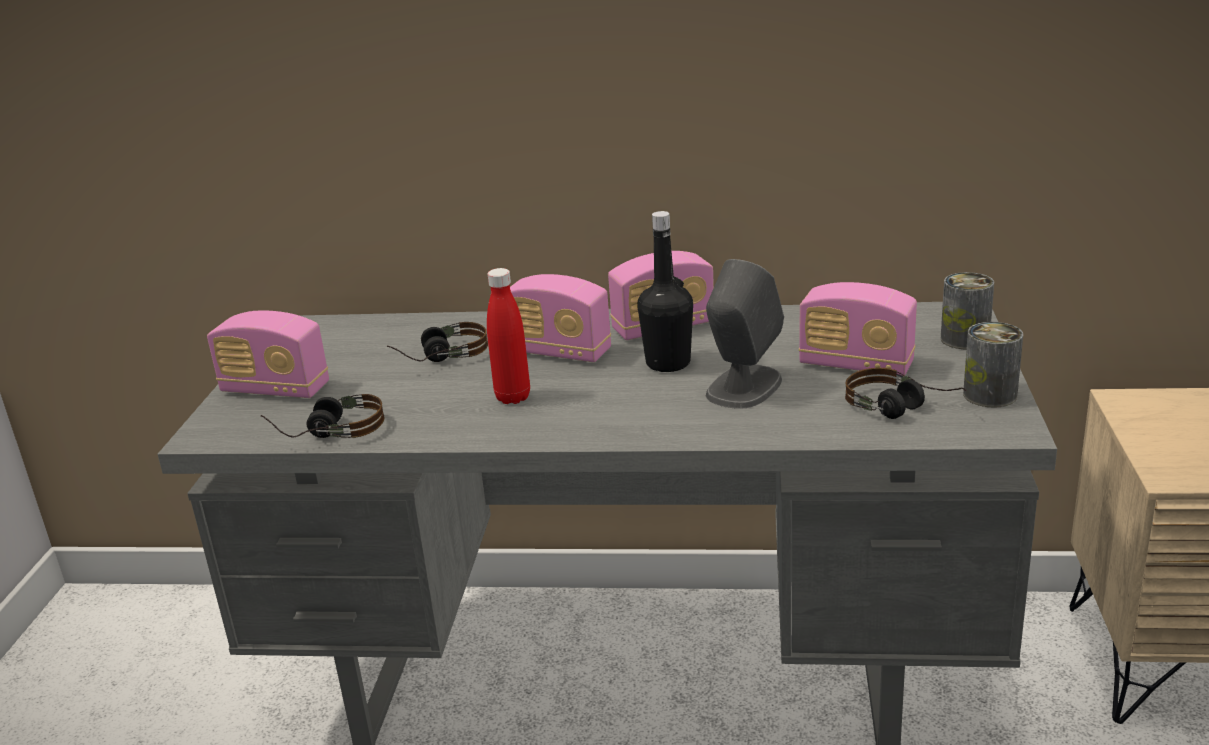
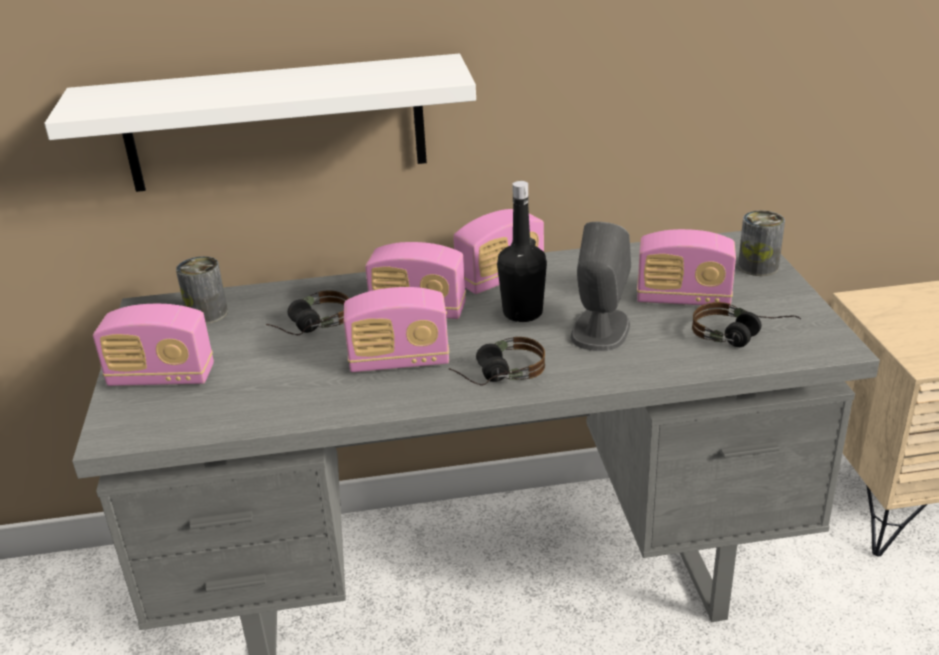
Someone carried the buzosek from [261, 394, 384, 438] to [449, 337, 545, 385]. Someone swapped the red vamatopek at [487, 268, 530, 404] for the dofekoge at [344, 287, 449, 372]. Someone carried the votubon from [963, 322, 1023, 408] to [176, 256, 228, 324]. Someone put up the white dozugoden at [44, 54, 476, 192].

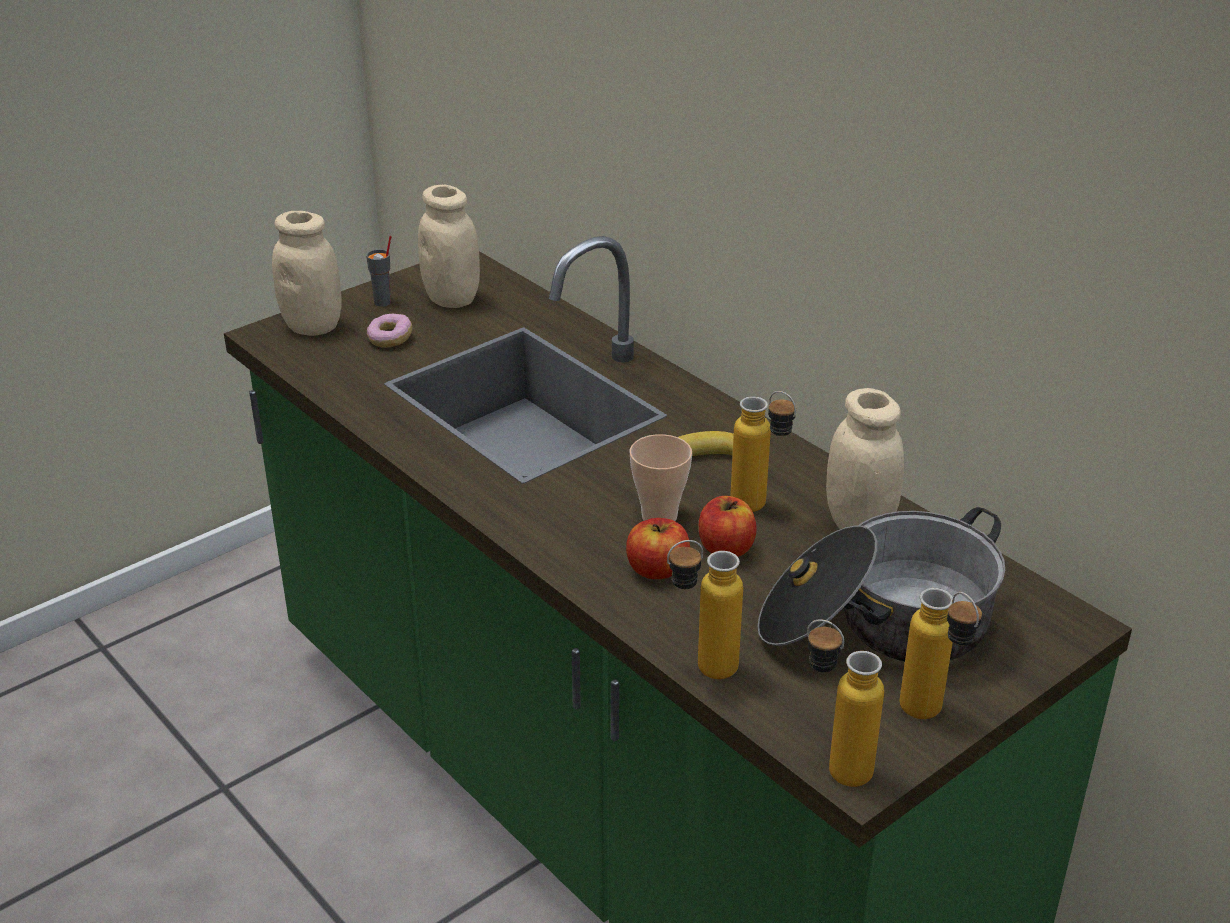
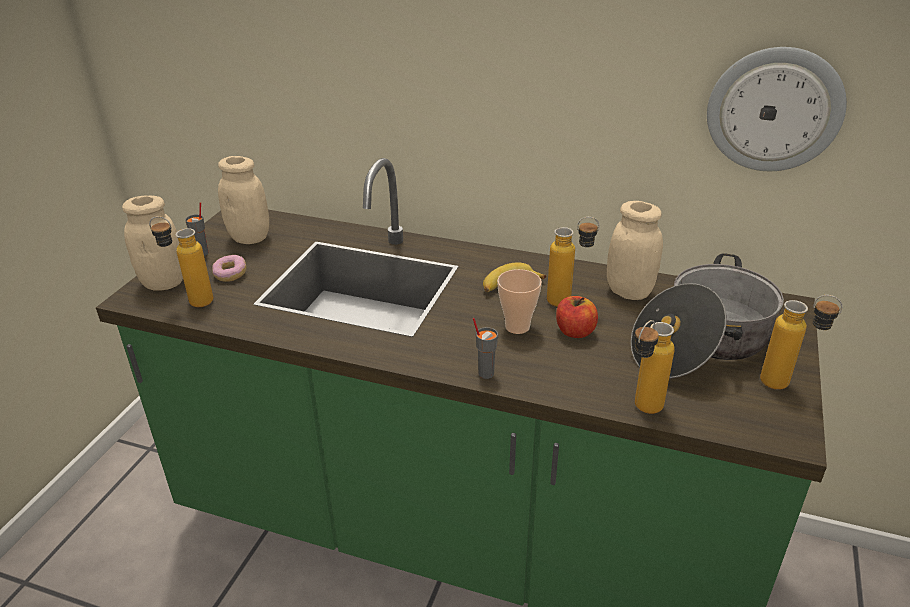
Someone took away the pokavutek at [626, 518, 690, 579]. Someone carried the vamatopek from [807, 619, 884, 787] to [149, 216, 213, 307]. Someone put down the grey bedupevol at [473, 318, 498, 379]. Someone put up the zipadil at [707, 47, 847, 171].

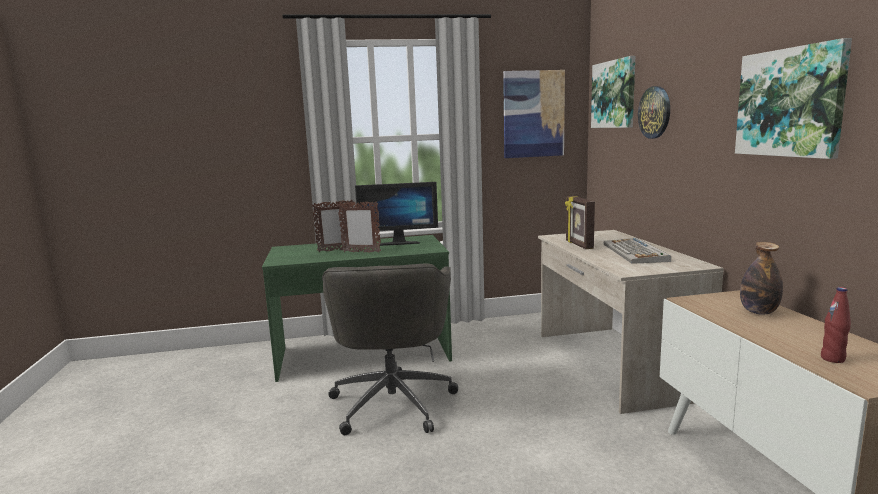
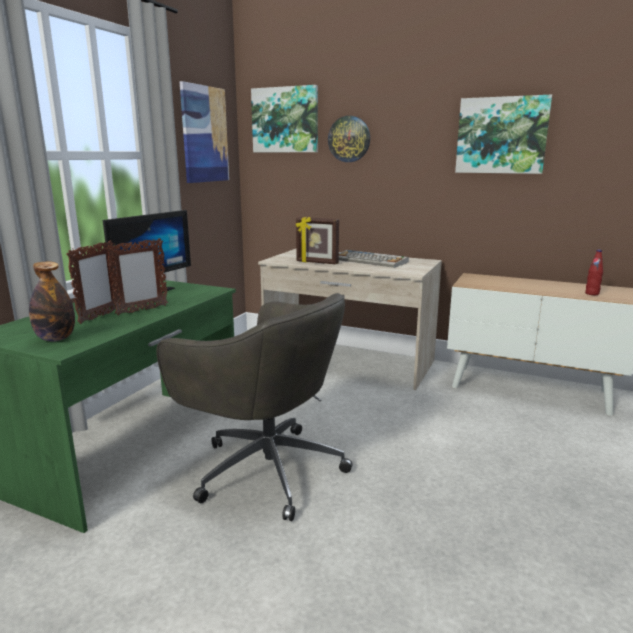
Someone carried the vamatopek from [740, 242, 783, 314] to [29, 262, 75, 342].

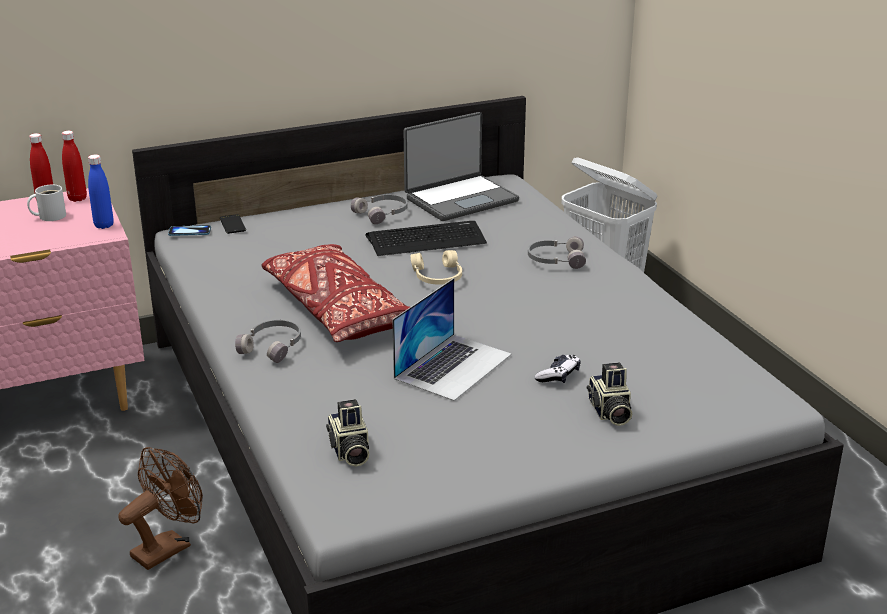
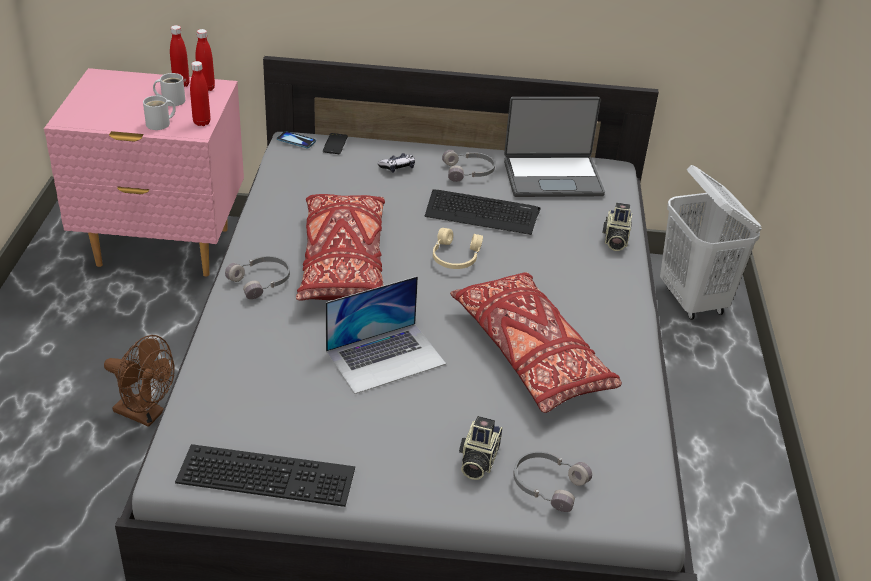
Someone repainted the blue vamatopek at [88, 154, 114, 229], which became the red vamatopek at [190, 61, 211, 126]. Someone rotated the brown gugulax at [118, 447, 203, 570] by 45 degrees clockwise. Someone carried the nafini from [326, 399, 370, 467] to [602, 203, 632, 251]. Someone carried the grey buzosek from [528, 236, 586, 269] to [513, 451, 592, 512]. Someone carried the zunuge from [535, 355, 580, 383] to [378, 153, 415, 173]. Someone put down the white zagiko at [143, 96, 176, 130]. Someone put down the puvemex at [175, 444, 355, 507]. Someone put down the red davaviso at [450, 272, 622, 413].

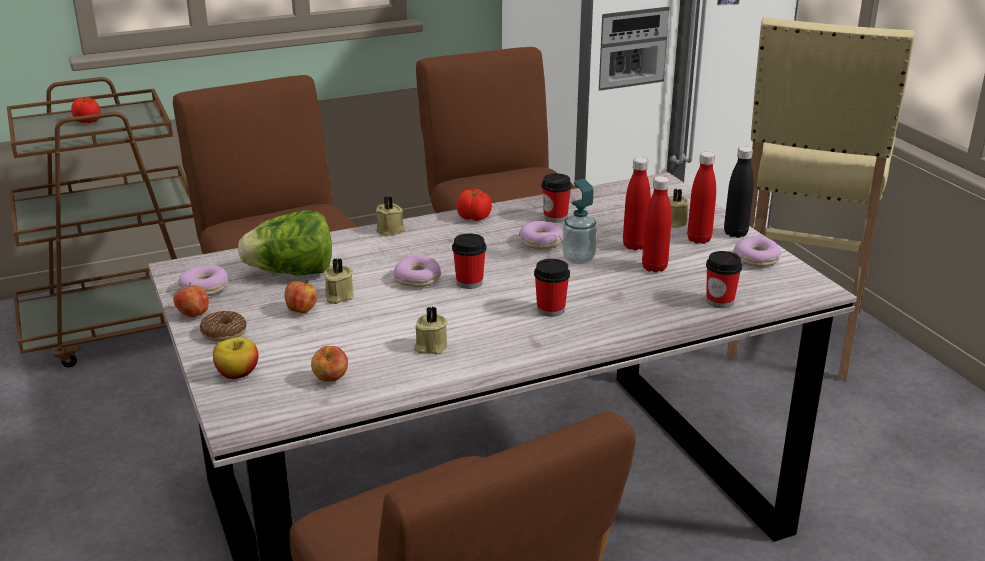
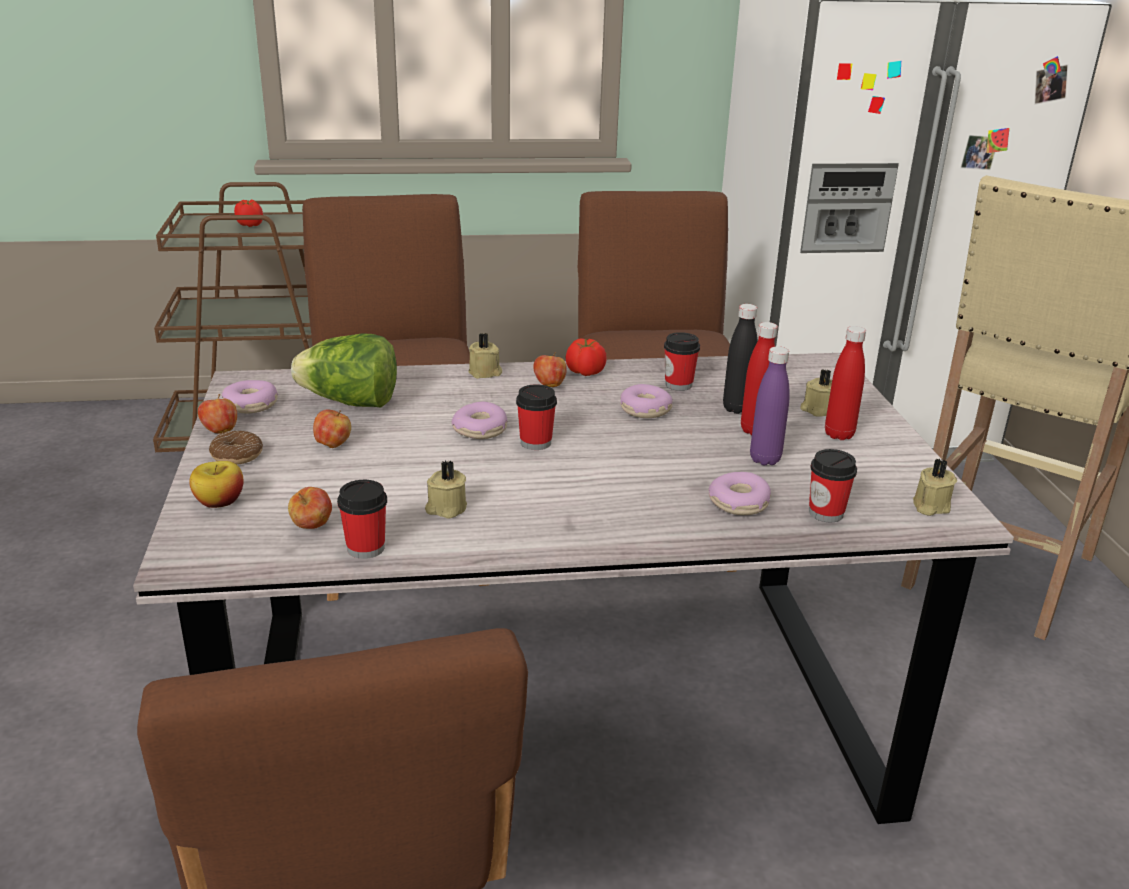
Someone carried the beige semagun from [325, 258, 354, 304] to [913, 459, 957, 516]. Someone carried the bedupevol from [534, 259, 570, 317] to [337, 480, 387, 559]. Someone took away the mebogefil at [563, 179, 597, 264]. Someone repainted the red vamatopek at [642, 176, 671, 273], which became the purple vamatopek at [750, 346, 790, 466]. Someone carried the black vamatopek from [724, 146, 754, 238] to [723, 304, 758, 414]. Someone carried the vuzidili from [733, 236, 781, 267] to [708, 472, 771, 515]. Someone put down the pokavutek at [533, 352, 567, 387].

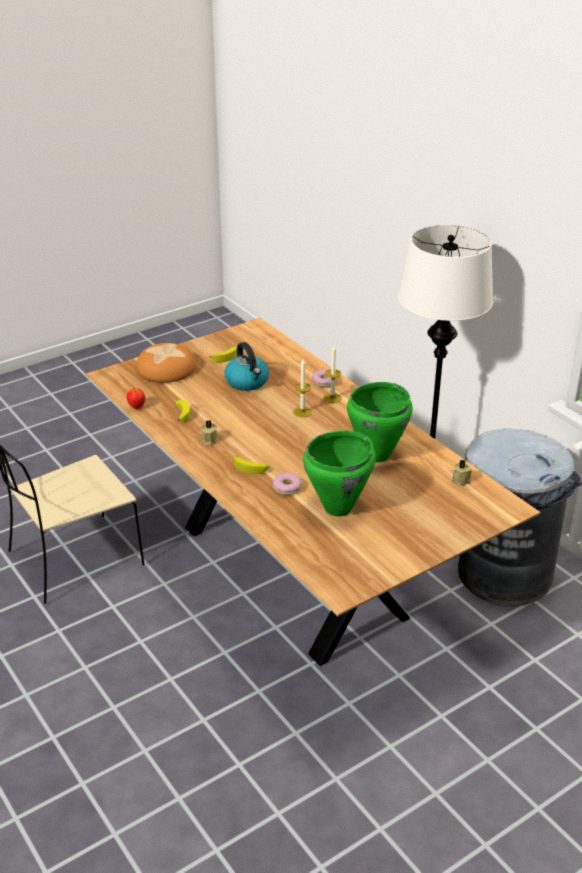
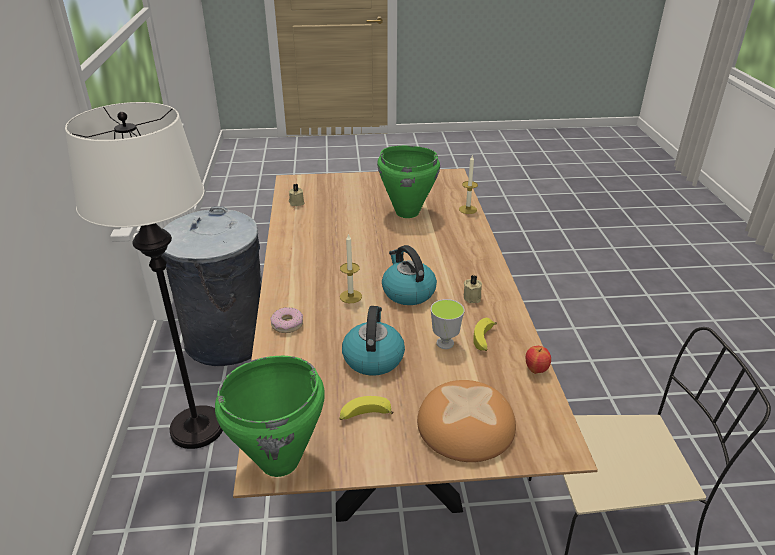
Someone took away the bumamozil at [234, 456, 270, 474]. Someone took away the vuzidili at [273, 473, 302, 495]. Someone carried the semagun from [323, 346, 342, 403] to [459, 156, 478, 214]. Someone carried the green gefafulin from [347, 382, 413, 462] to [215, 356, 325, 477]. Someone put down the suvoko at [382, 245, 437, 305]. Someone put down the bedupevol at [431, 299, 464, 349].

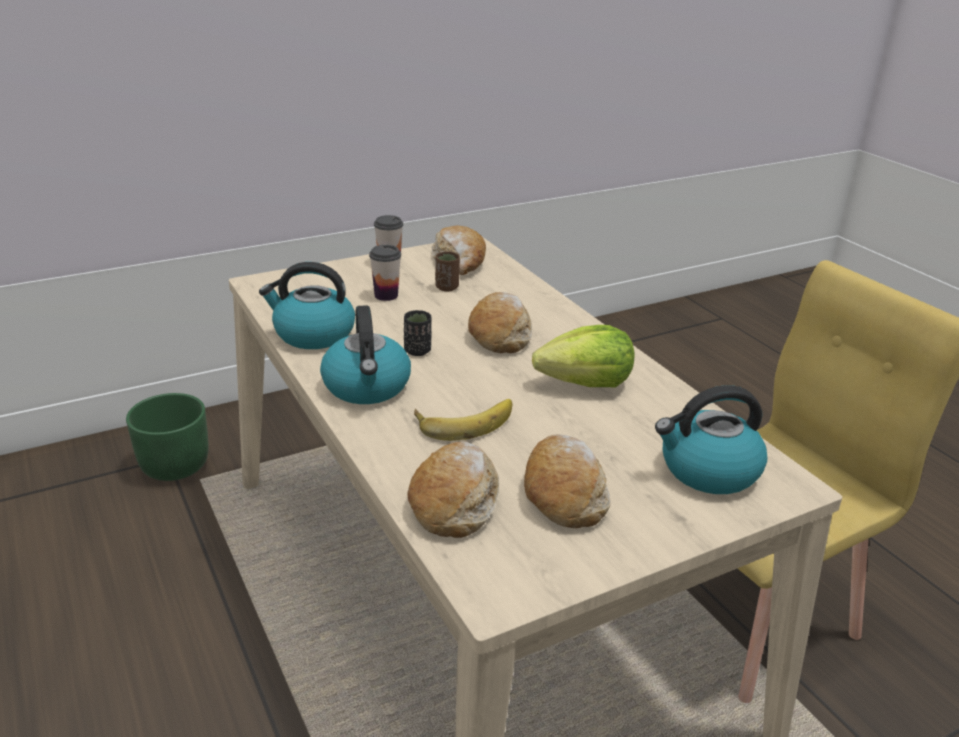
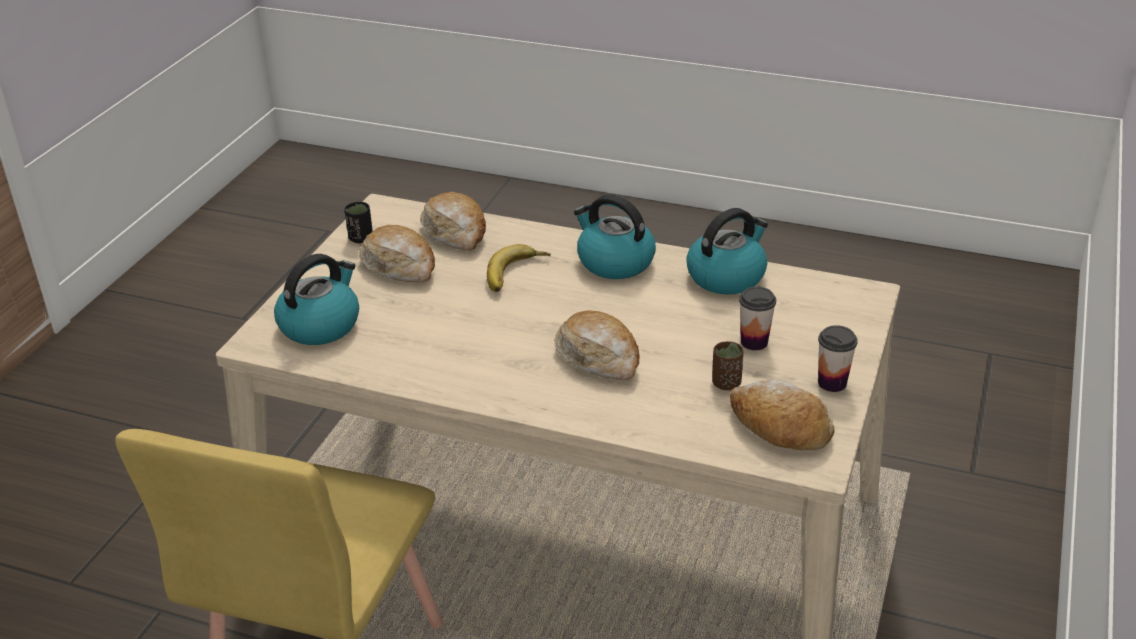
Someone took away the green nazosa at [126, 393, 208, 481]. Someone carried the black bedupevol from [404, 310, 432, 356] to [345, 202, 373, 243]. Someone took away the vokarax at [532, 325, 634, 387].

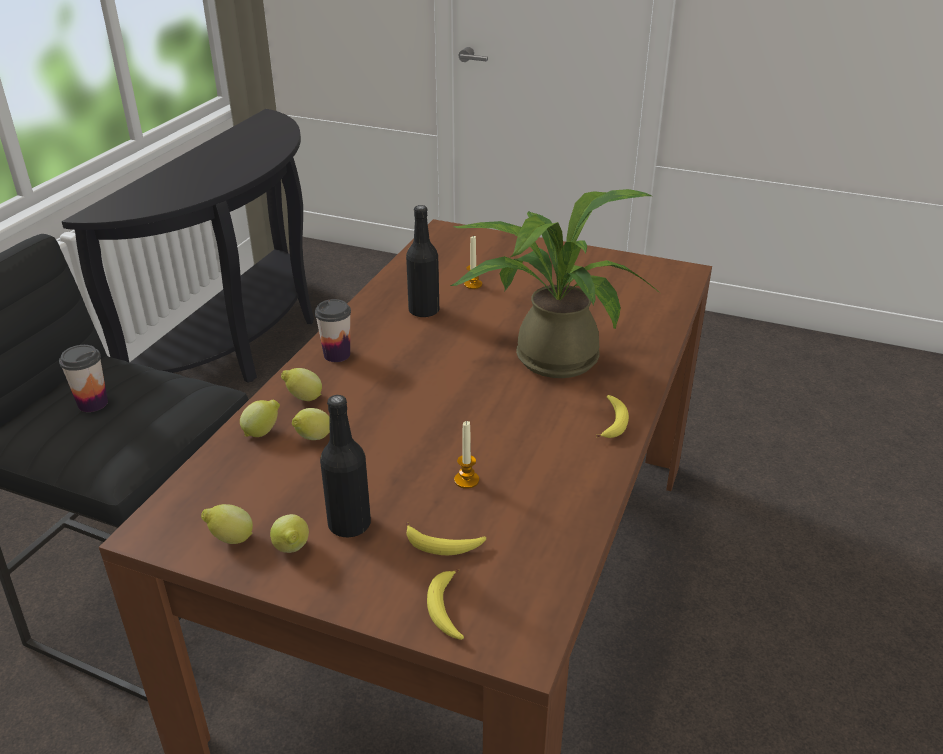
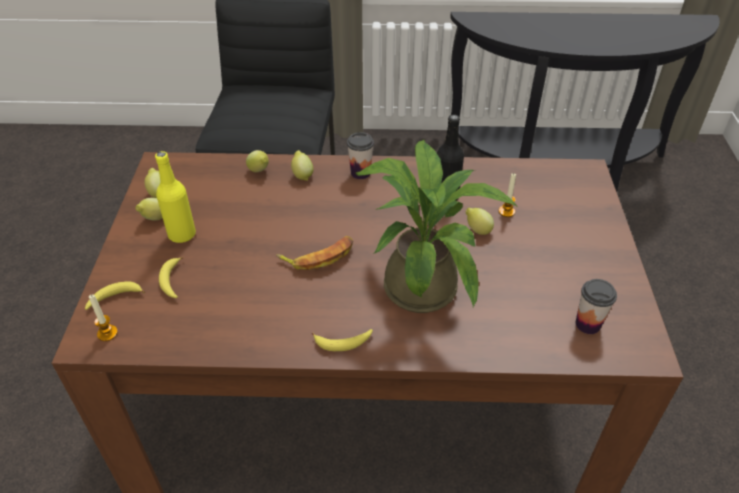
Someone carried the bedupevol from [59, 345, 108, 412] to [576, 279, 617, 334]. Someone carried the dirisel from [292, 408, 330, 440] to [466, 208, 494, 235]. Someone repainted the black vamatopek at [320, 395, 371, 537], which became the yellow vamatopek at [155, 151, 196, 243]. Someone carried the semagun from [454, 421, 479, 489] to [89, 294, 118, 341]. Someone put down the bumamozil at [276, 236, 353, 270].

